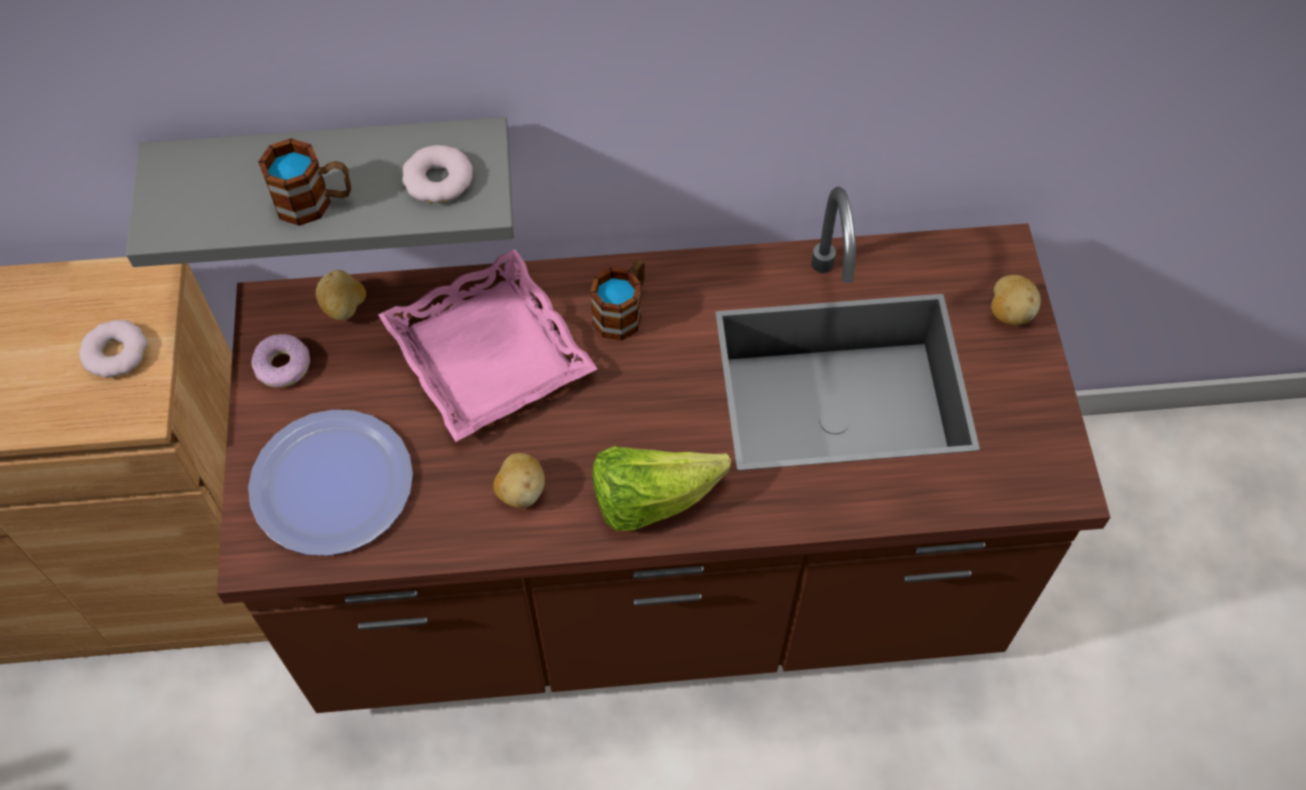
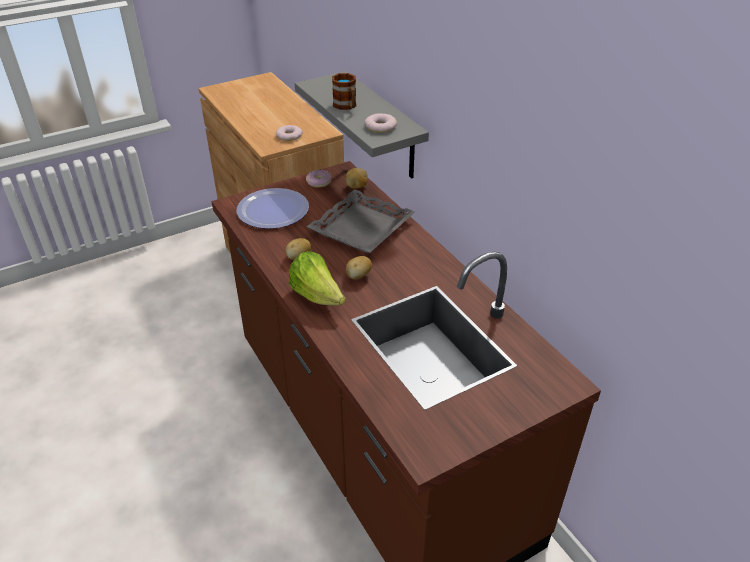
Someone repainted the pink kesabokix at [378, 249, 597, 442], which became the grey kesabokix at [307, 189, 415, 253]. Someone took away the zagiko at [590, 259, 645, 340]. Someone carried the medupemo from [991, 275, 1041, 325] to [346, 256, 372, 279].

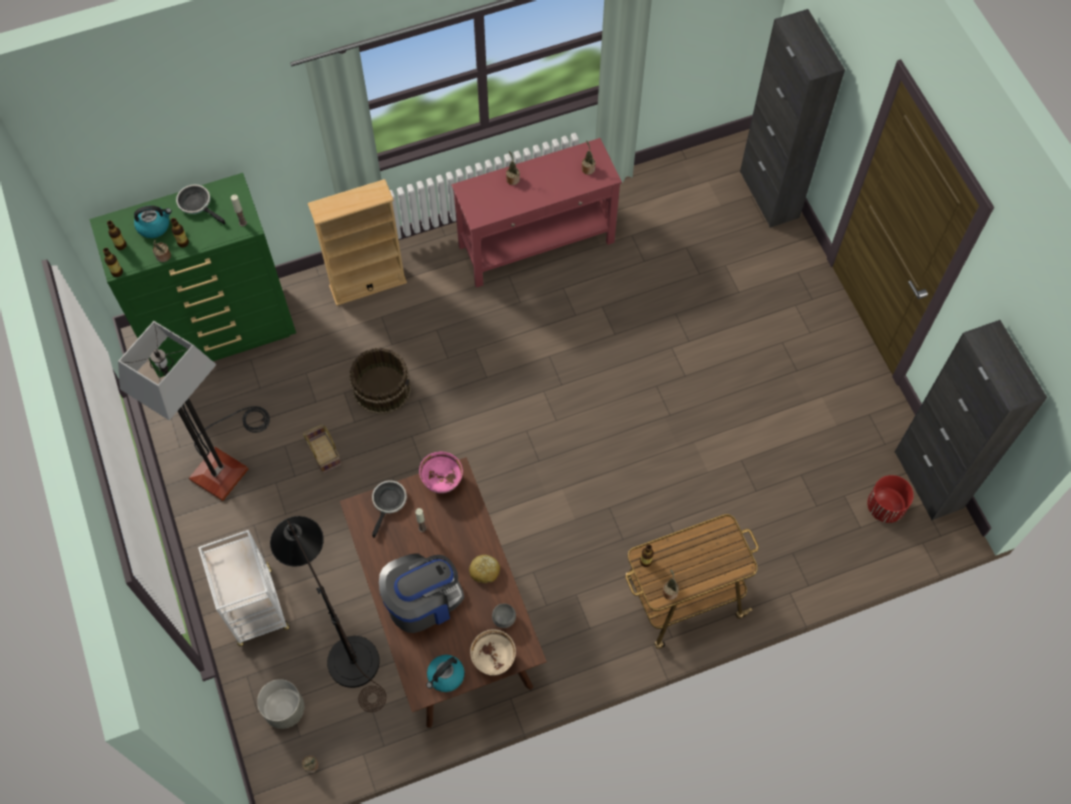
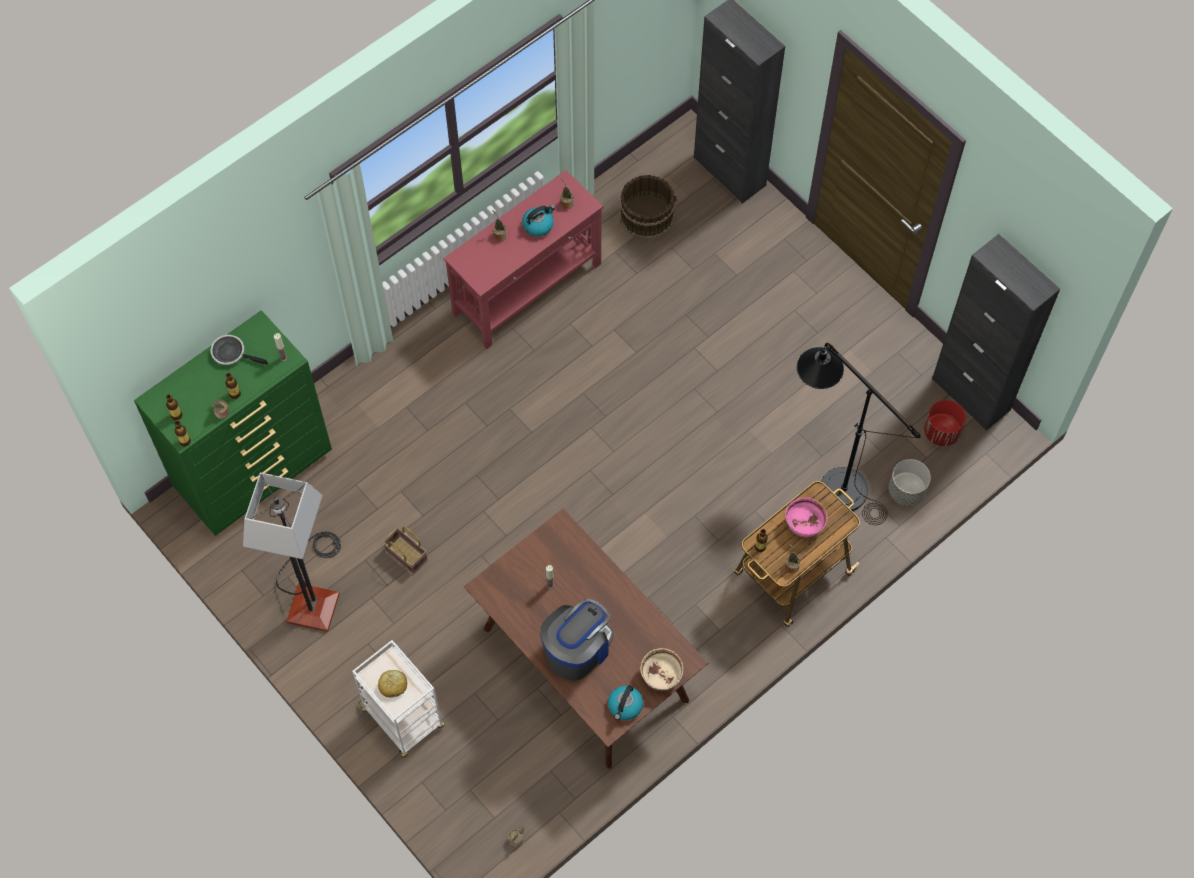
Someone carried the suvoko from [134, 205, 172, 238] to [522, 205, 555, 237]. Someone carried the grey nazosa from [257, 679, 304, 729] to [889, 459, 931, 506]. Someone carried the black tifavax from [270, 516, 386, 712] to [797, 343, 921, 525]. Someone took away the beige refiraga at [308, 179, 407, 306]. Someone carried the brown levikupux from [350, 348, 411, 415] to [619, 175, 677, 239]. Someone took away the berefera at [372, 480, 407, 538]. Someone carried the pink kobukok from [419, 452, 463, 493] to [785, 497, 827, 537]. Someone carried the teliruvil from [469, 555, 500, 583] to [378, 670, 407, 698]. Someone took away the grey kobukok at [492, 604, 516, 628].

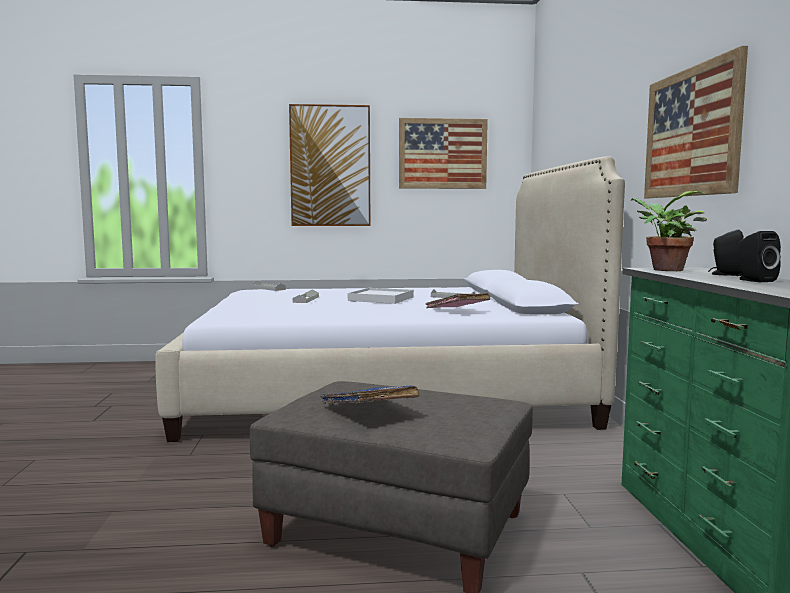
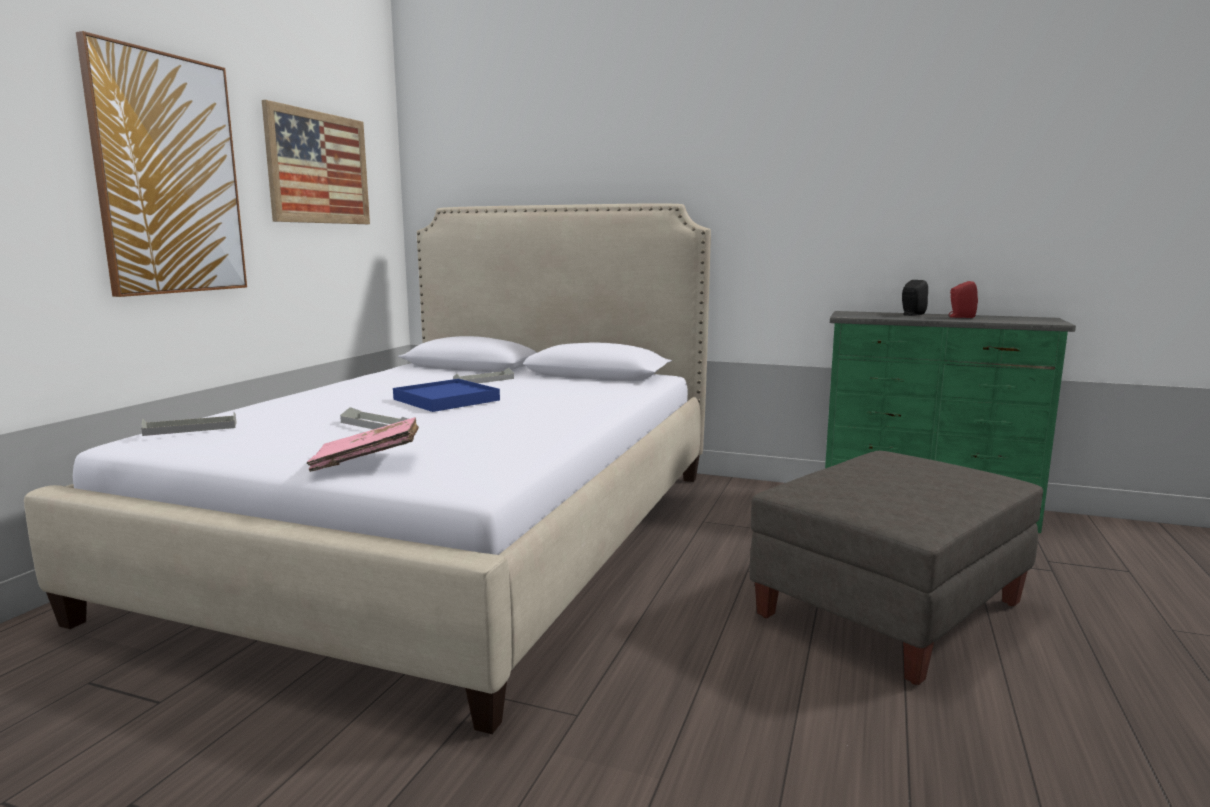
Someone took away the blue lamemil at [320, 386, 420, 405]. Someone repainted the white kesabokix at [348, 288, 414, 304], which became the blue kesabokix at [393, 379, 500, 412]. Someone carried the pink lamemil from [425, 293, 490, 308] to [307, 417, 419, 472]. Someone took away the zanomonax at [631, 191, 707, 271]. Someone took away the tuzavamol at [644, 46, 748, 198]. Someone repainted the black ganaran at [738, 231, 781, 282], which became the red ganaran at [948, 281, 978, 318].

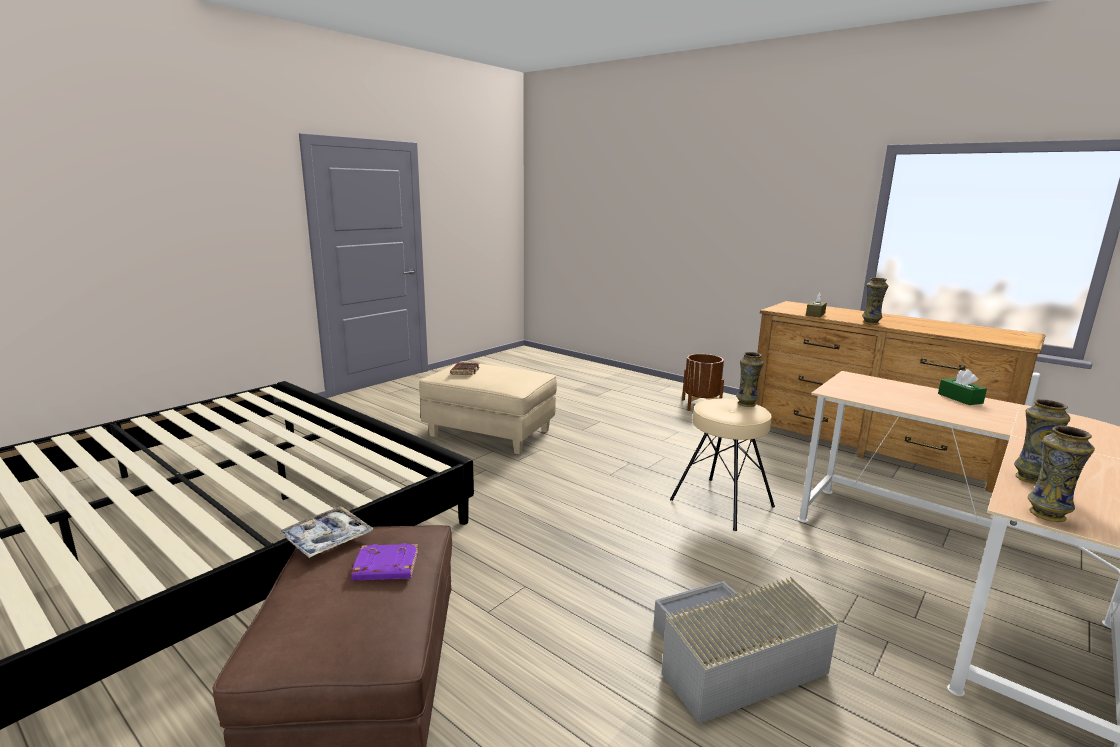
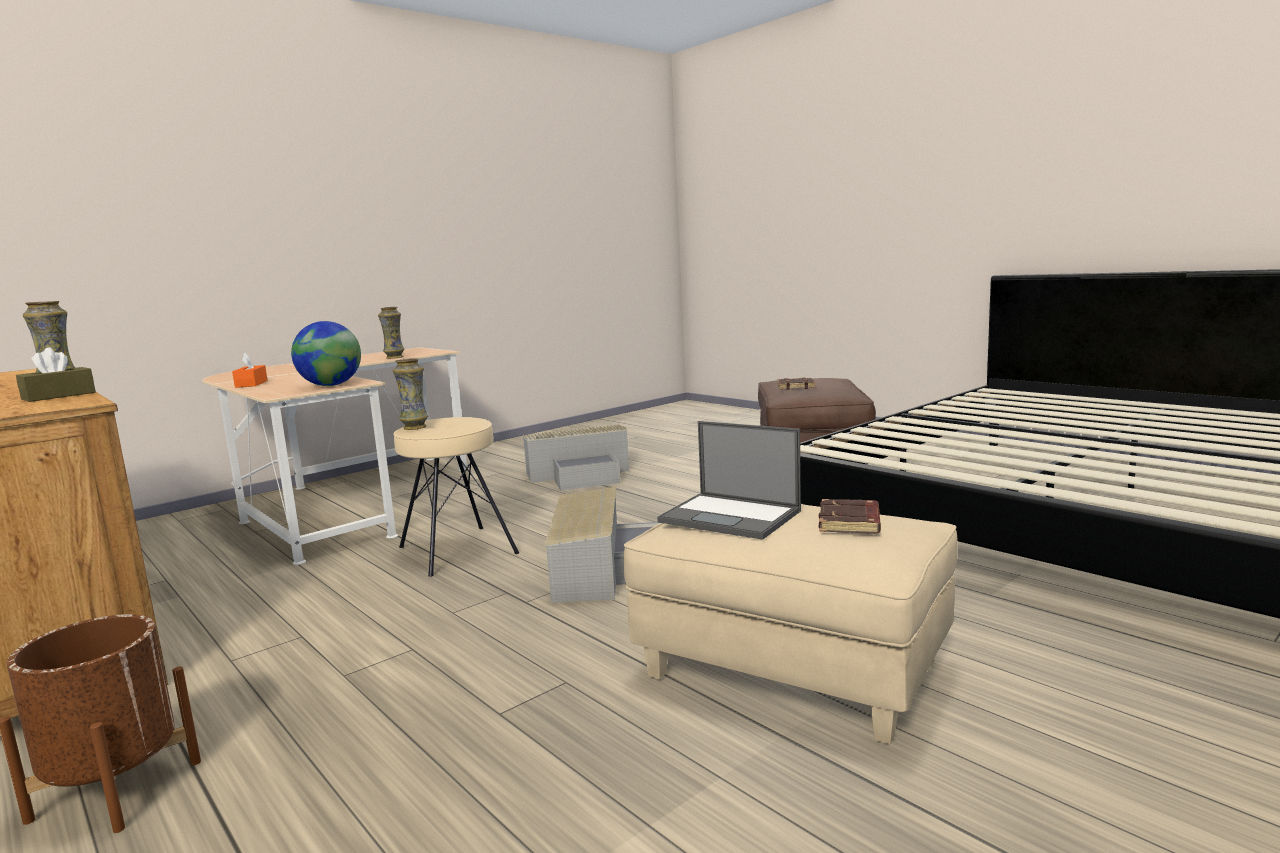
Someone took away the kesabokix at [278, 506, 374, 558]. Someone repainted the purple lamemil at [351, 543, 418, 581], which became the brown lamemil at [777, 378, 815, 390]. Someone repainted the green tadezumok at [938, 369, 987, 405], which became the orange tadezumok at [232, 353, 268, 388]. Someone took away the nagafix at [1028, 426, 1095, 522]. Someone put down the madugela at [291, 321, 361, 386]. Someone put down the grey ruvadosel at [545, 487, 660, 603]. Someone put down the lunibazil at [657, 421, 801, 540].

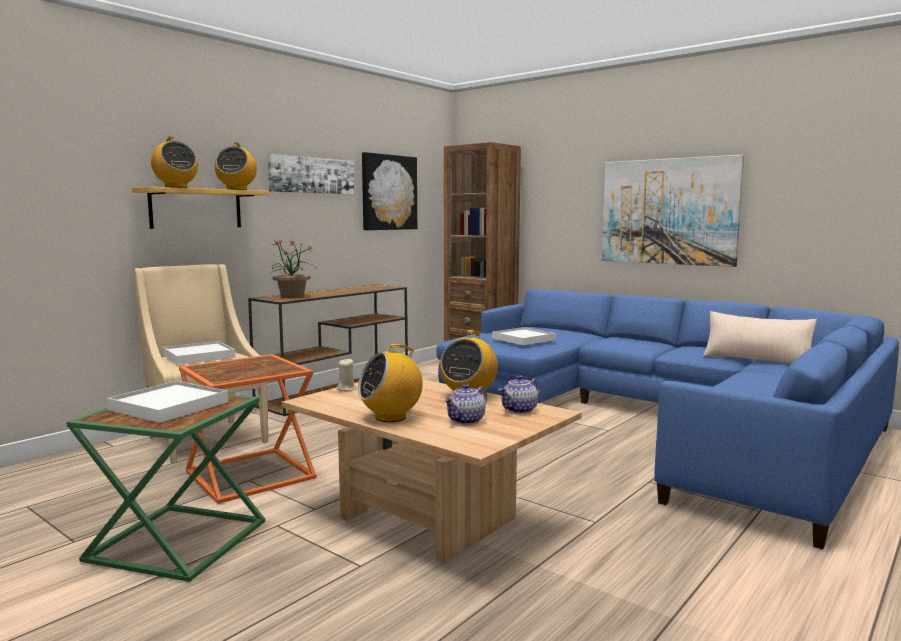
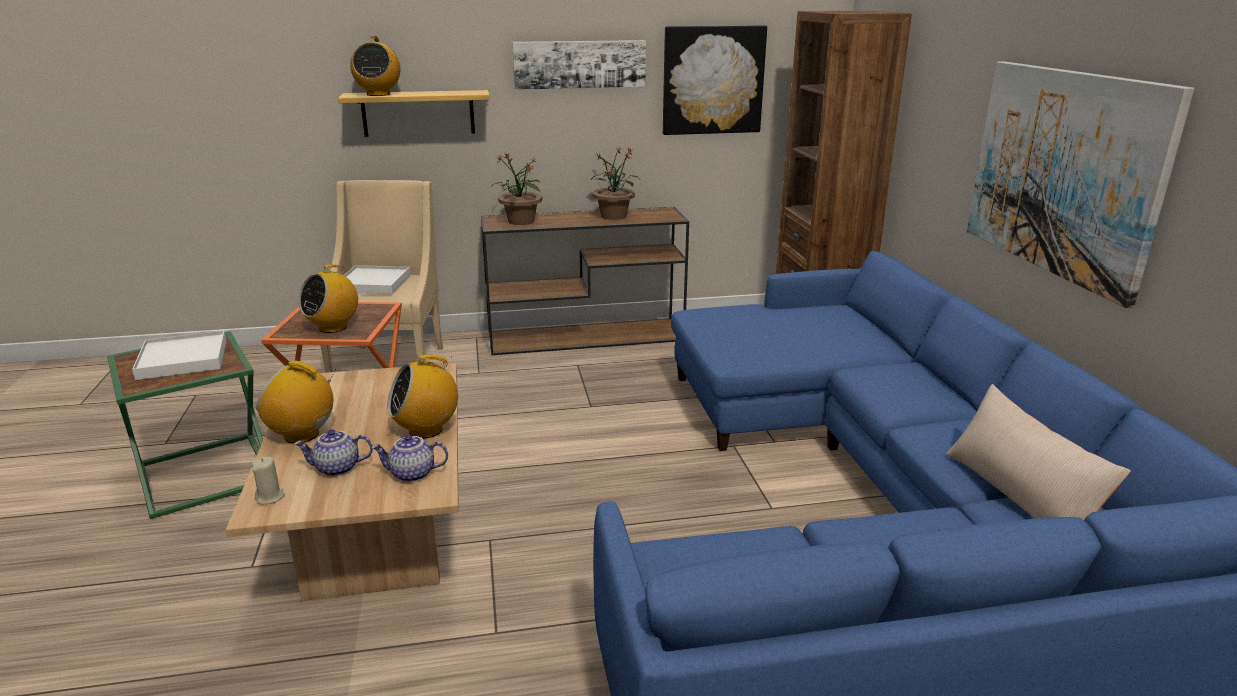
Someone carried the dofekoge from [214, 142, 257, 190] to [298, 264, 358, 333]. Someone carried the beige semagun from [337, 358, 356, 391] to [252, 457, 285, 504]. Someone took away the white kesabokix at [492, 327, 556, 345]. Someone put down the zanomonax at [593, 146, 640, 220].

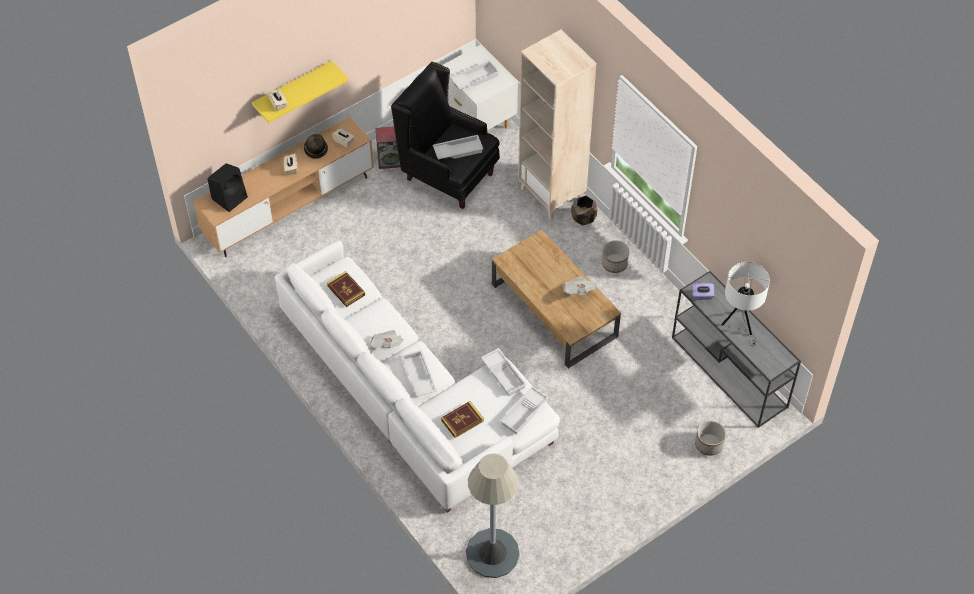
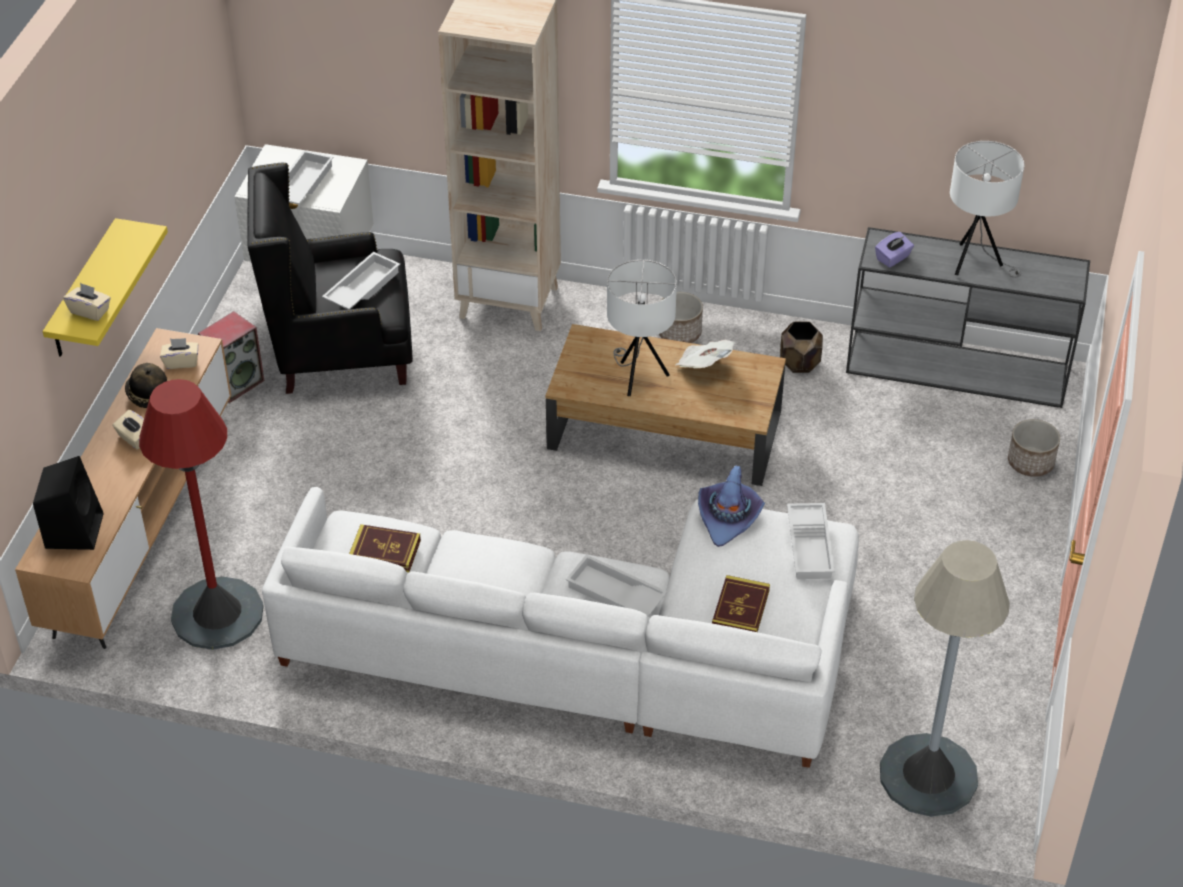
Someone took away the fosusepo at [369, 330, 404, 350]. Someone swapped the white kesabokix at [481, 348, 527, 396] for the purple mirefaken at [698, 465, 765, 547]. Someone carried the brown nazosa from [571, 196, 597, 226] to [780, 322, 823, 373]. Someone put down the red tifavax at [139, 379, 264, 650]. Someone put down the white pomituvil at [607, 259, 677, 396].

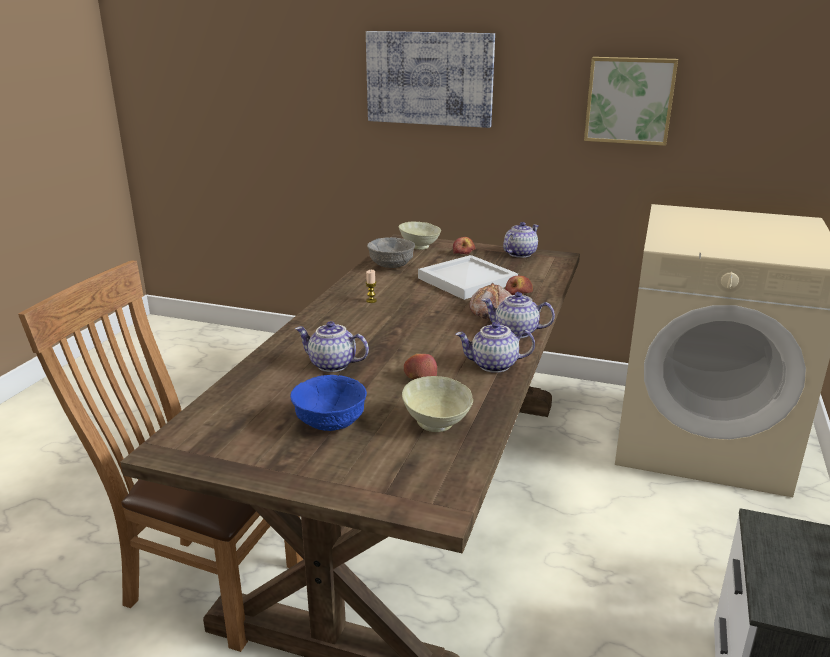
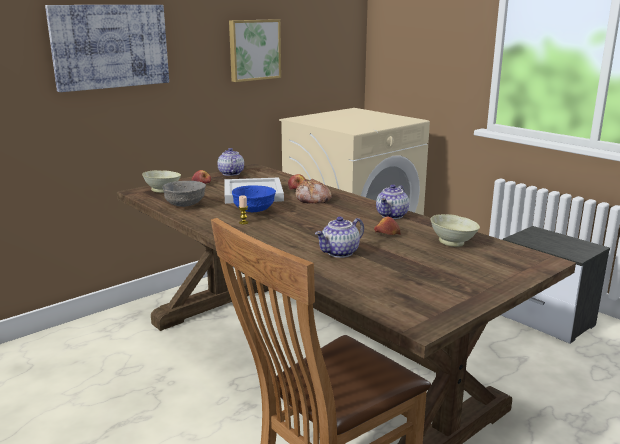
Someone carried the blue kobukok from [290, 375, 367, 431] to [232, 185, 276, 212]. Someone took away the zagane at [482, 292, 555, 338].

